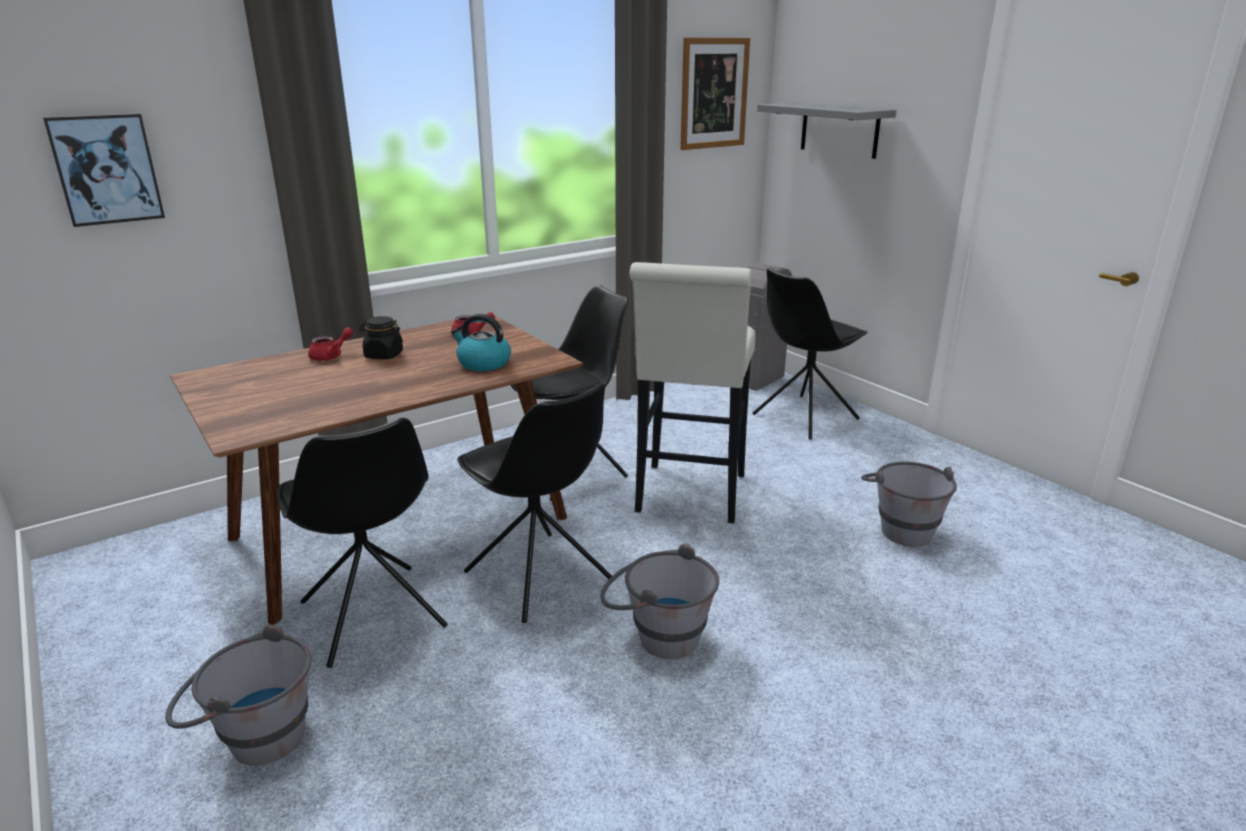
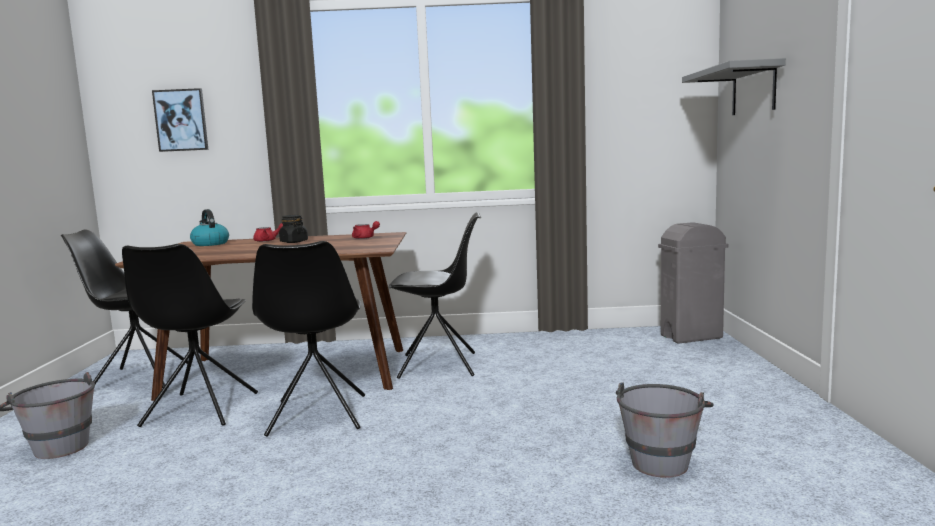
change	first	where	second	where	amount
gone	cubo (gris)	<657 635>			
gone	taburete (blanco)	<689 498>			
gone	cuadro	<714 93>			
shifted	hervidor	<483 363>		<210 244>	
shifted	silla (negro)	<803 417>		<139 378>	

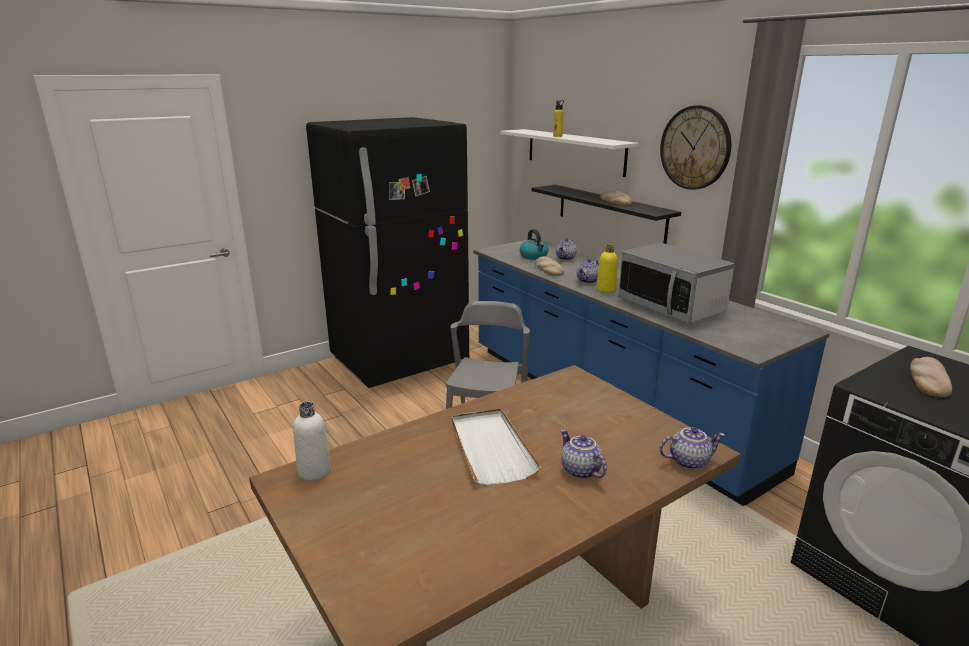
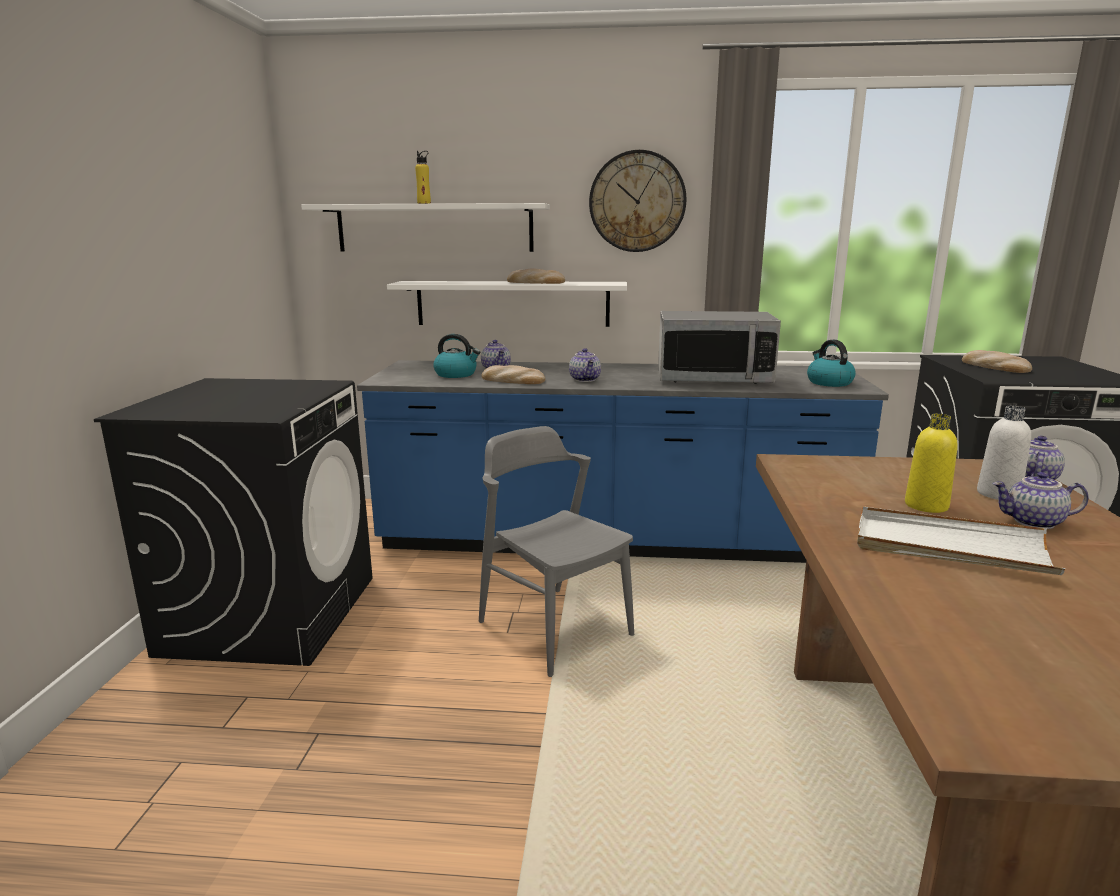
change	first	where	second	where	amount
new			hervidor	<828 382>	
shifted	botella (blanco)	<314 471>		<998 494>	
shifted	botella (amarillo)	<606 289>		<926 506>	
swapped	nevera (negro)	<400 361>	lavadora (negro)	<271 614>	
repainted	estante (negro)	<610 213>	estante (blanco)	<512 303>	

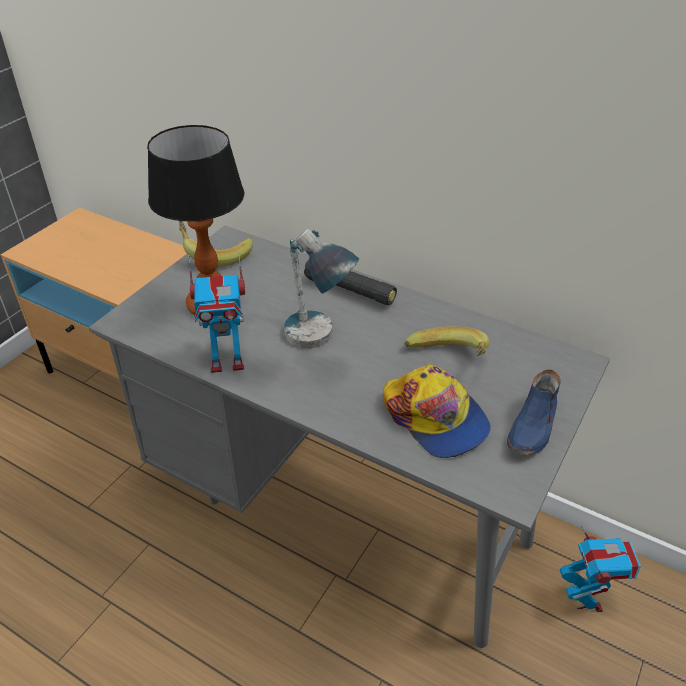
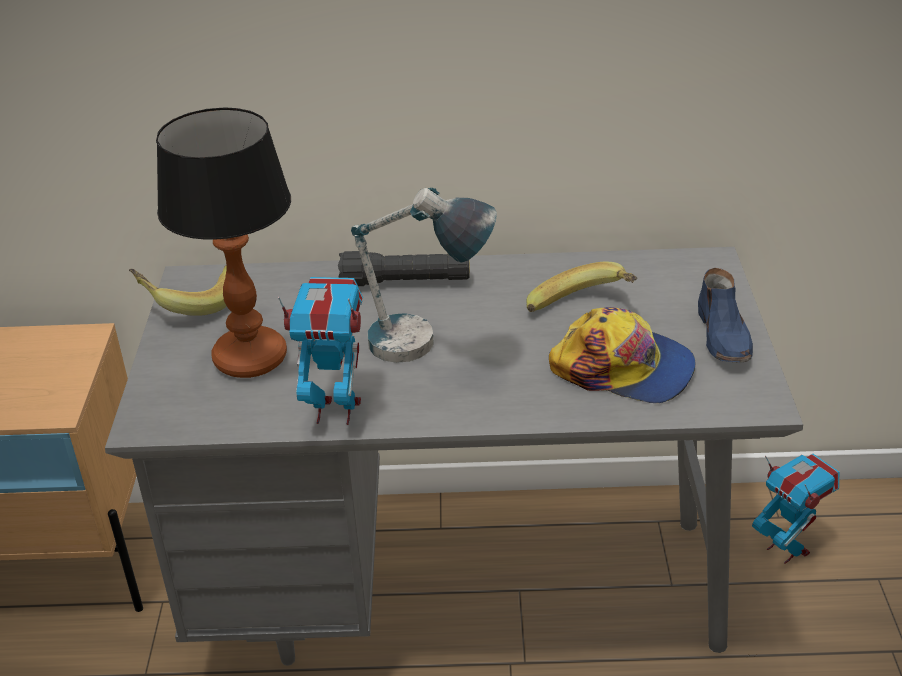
change	first	where	second	where	amount
rotated	robot de juguete	<227 361>		<335 410>	135 degrees counterclockwise

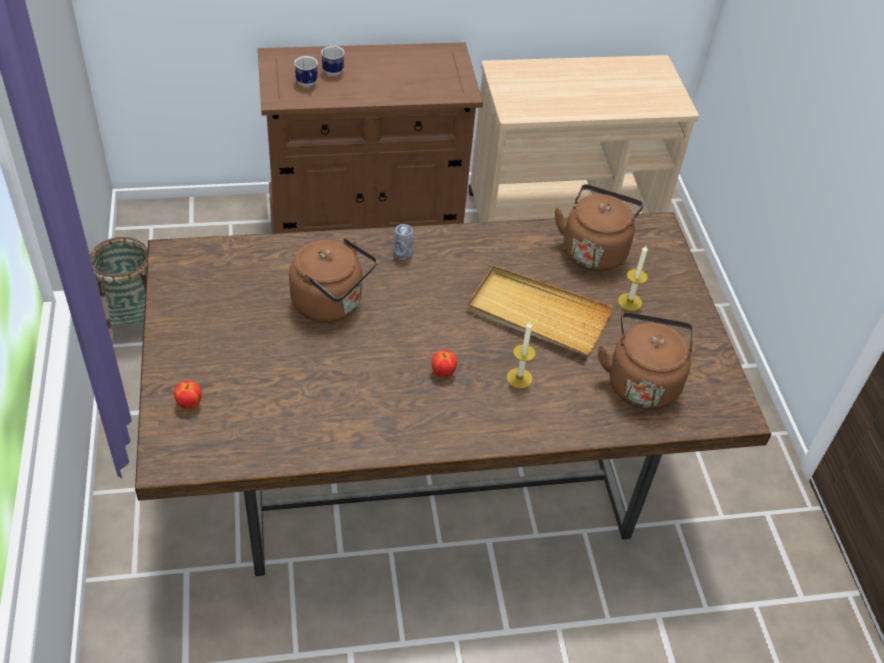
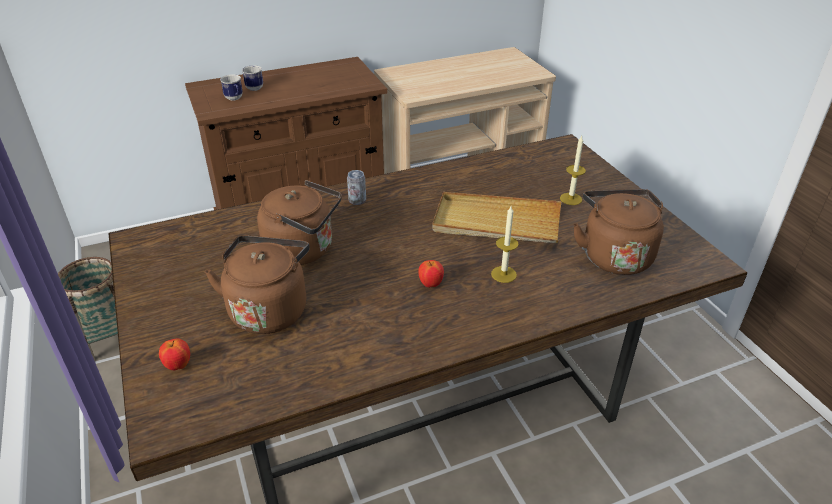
change	first	where	second	where	amount
shifted	hervidor (marrón)	<594 250>		<269 309>	

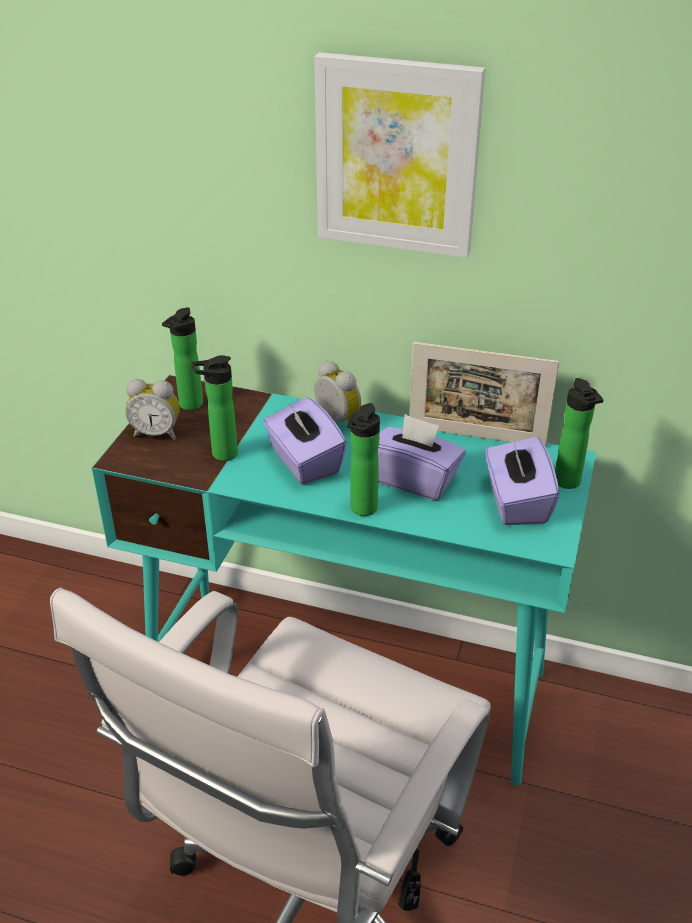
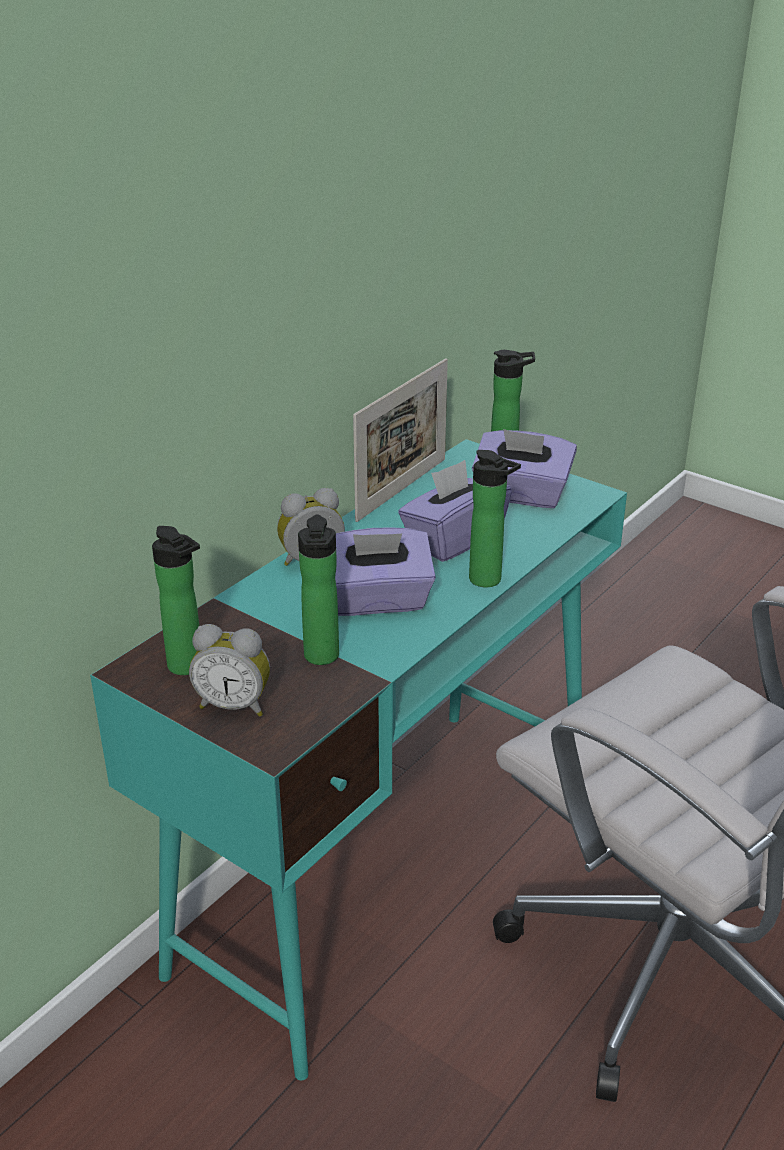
change	first	where	second	where	amount
gone	cuadro	<397 156>			
rotated	despertador	<157 433>		<234 705>	75 degrees clockwise

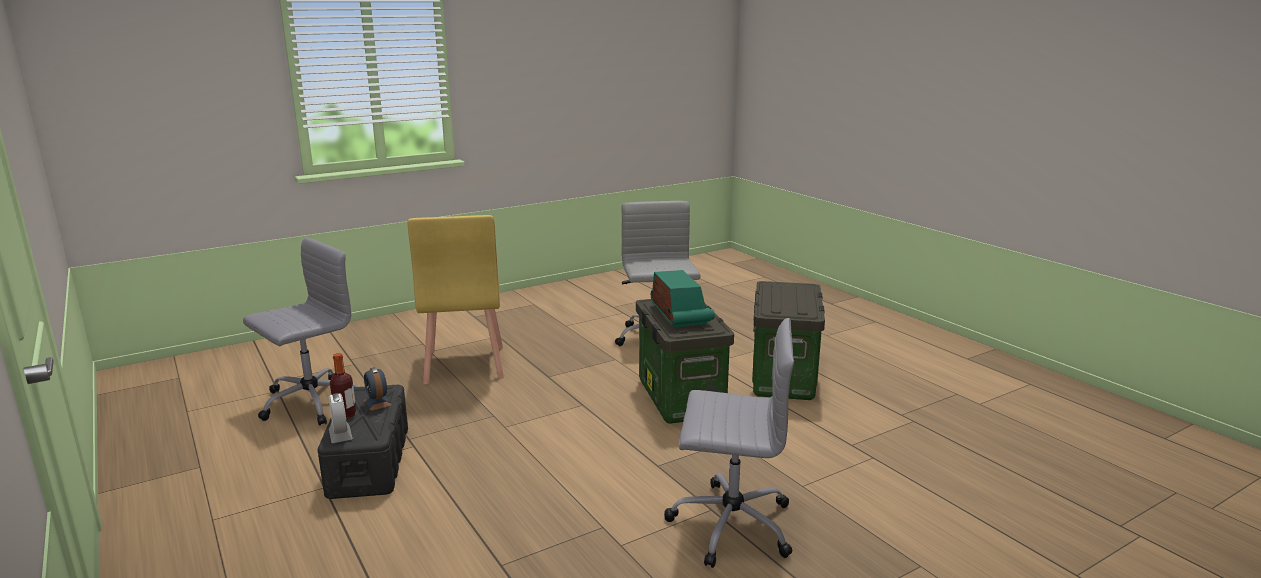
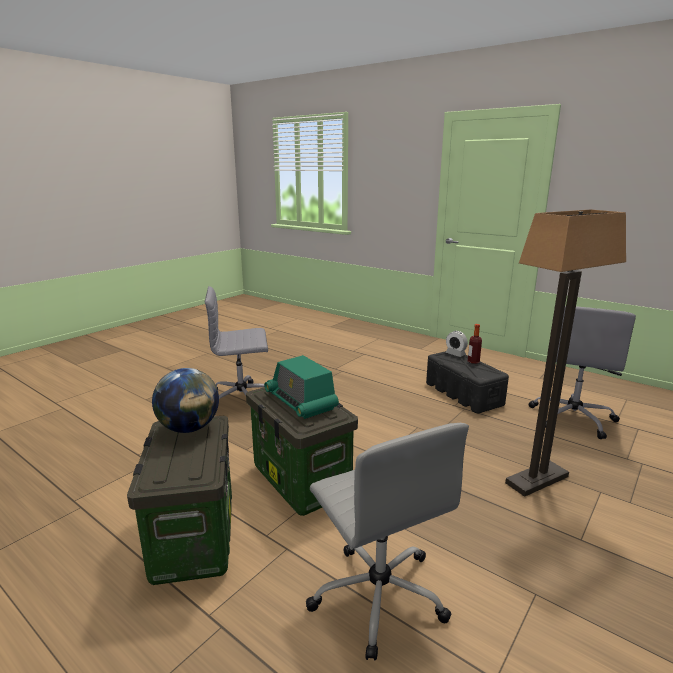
change	first	where	second	where	amount
gone	despertador	<377 403>			
new			globo terráqueo	<189 428>	
swapped	silla (amarillo)	<464 365>	lámpara de pie	<537 479>	

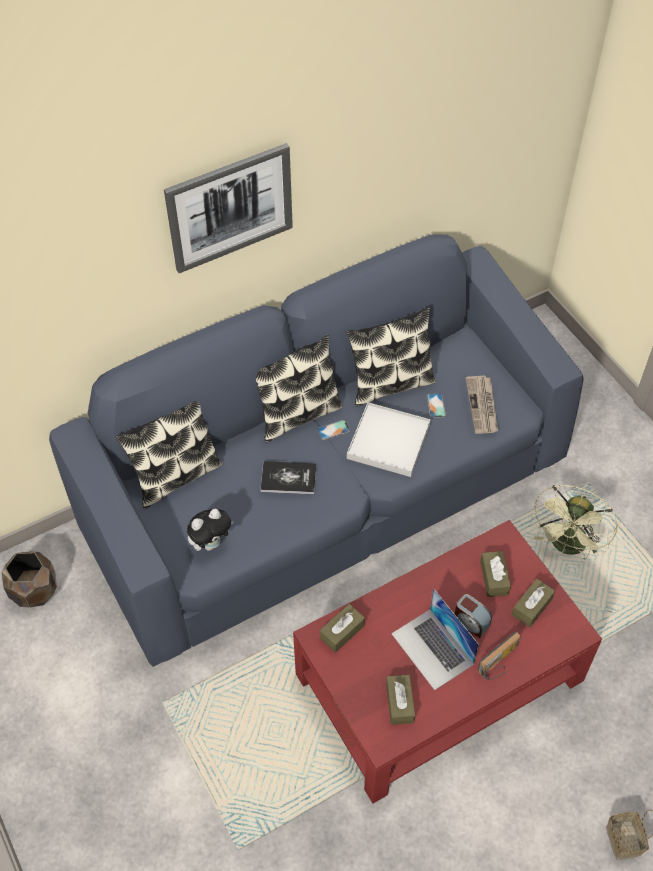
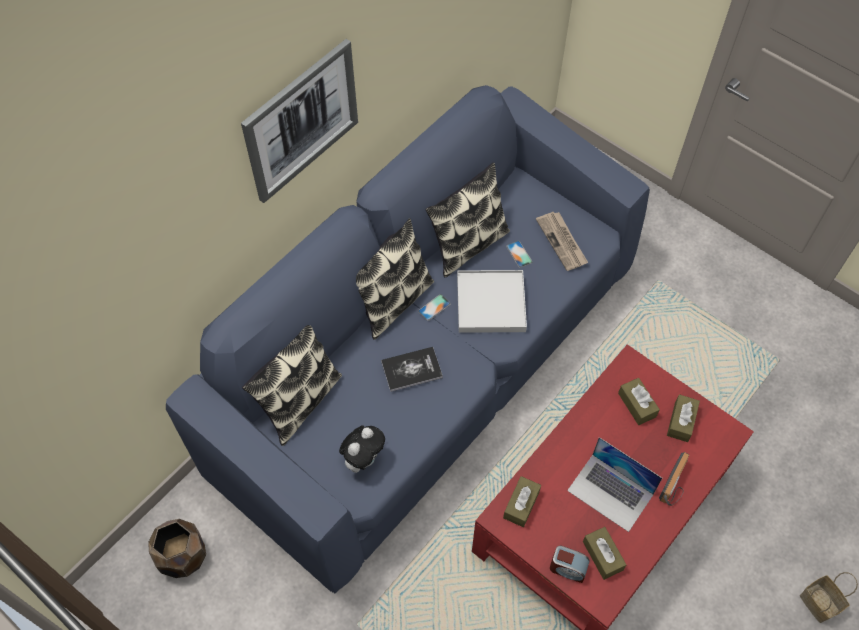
change	first	where	second	where	amount
gone	ventilador (verde)	<567 547>			
shifted	despertador	<471 622>		<567 568>	

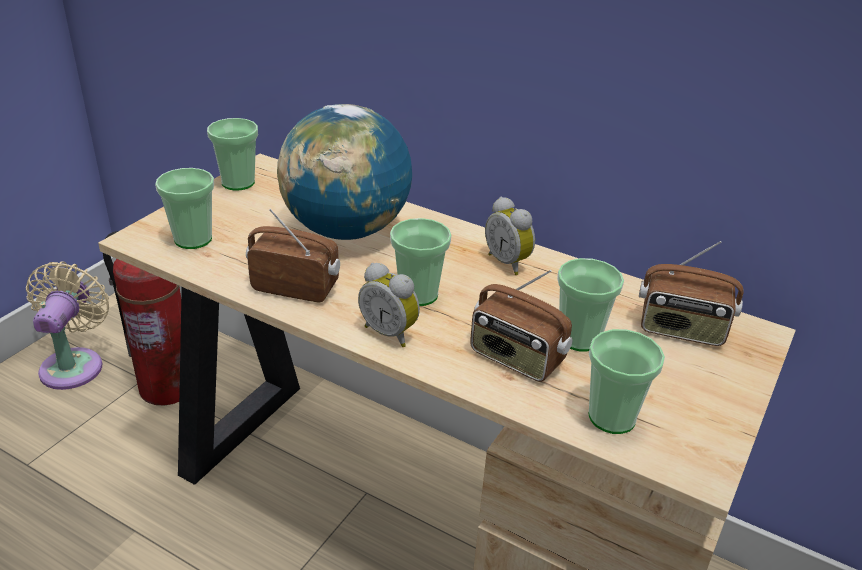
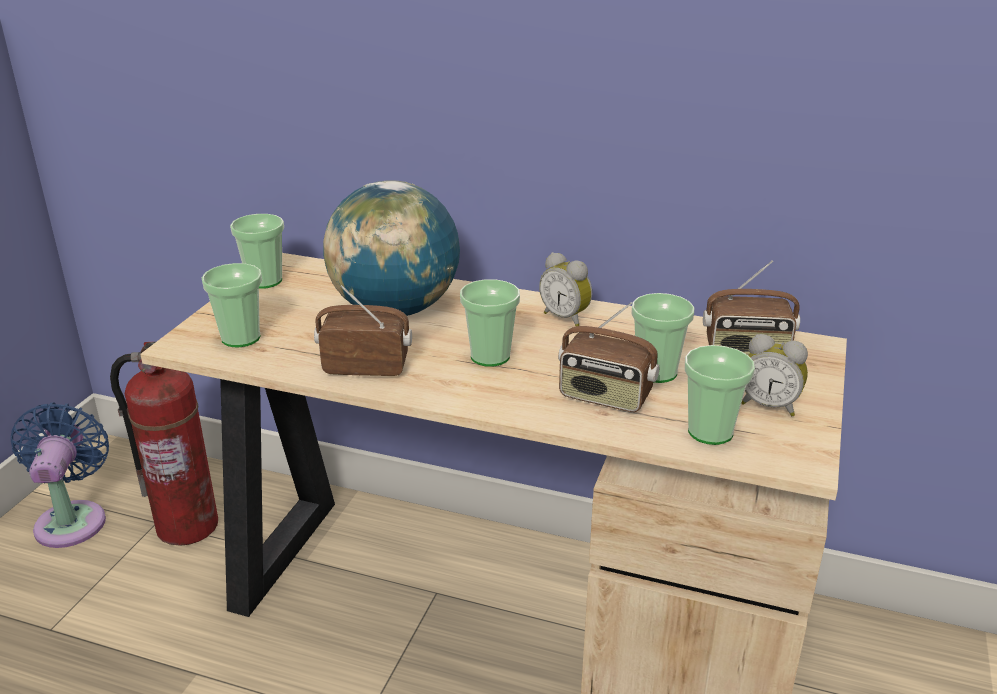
change	first	where	second	where	amount
shifted	despertador	<390 332>		<769 405>	
repainted	ventilador (beis)	<74 364>	ventilador (azul)	<72 519>	

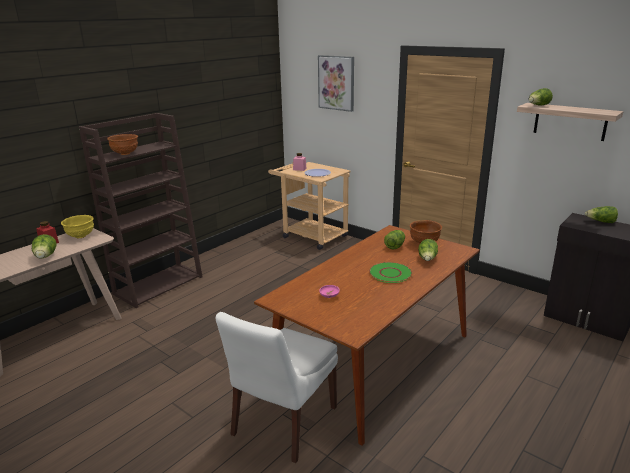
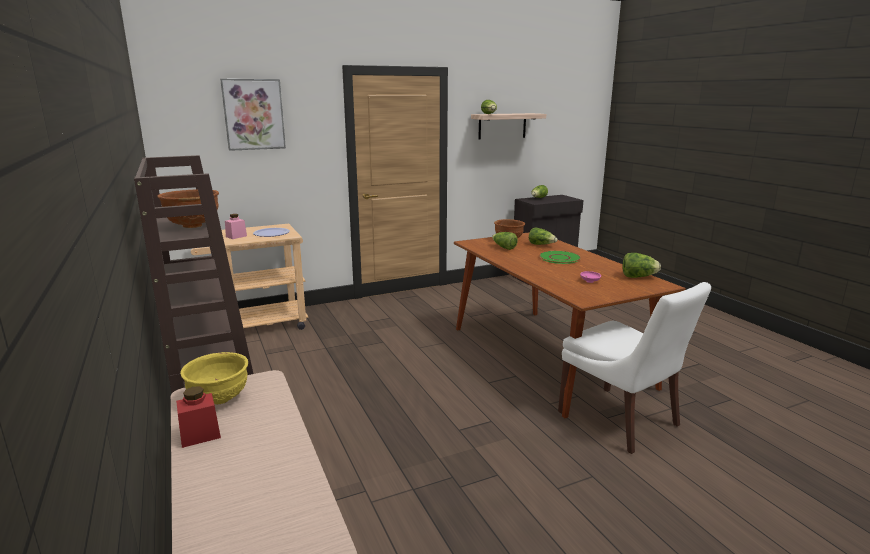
change	first	where	second	where	amount
shifted	lechuga	<45 257>		<638 277>	

